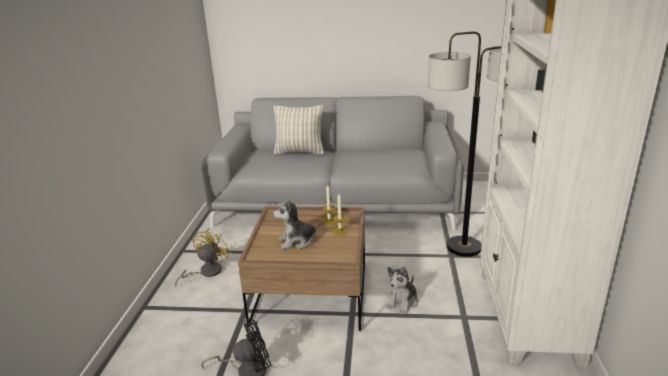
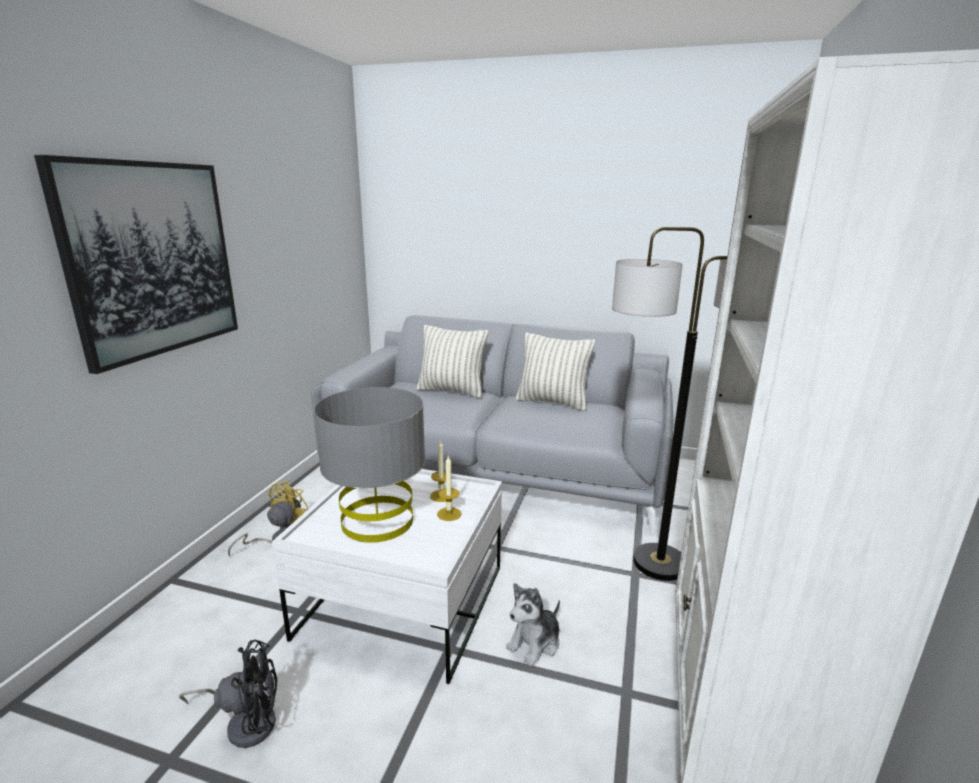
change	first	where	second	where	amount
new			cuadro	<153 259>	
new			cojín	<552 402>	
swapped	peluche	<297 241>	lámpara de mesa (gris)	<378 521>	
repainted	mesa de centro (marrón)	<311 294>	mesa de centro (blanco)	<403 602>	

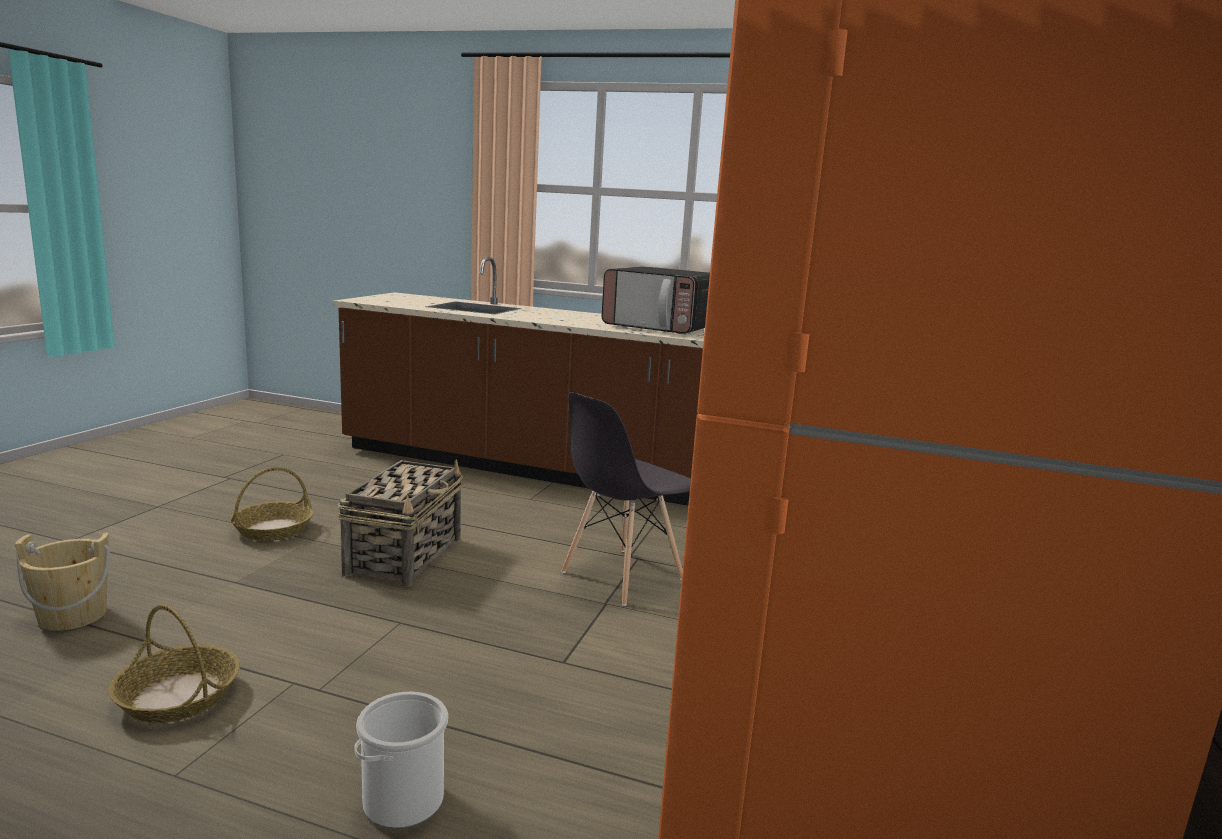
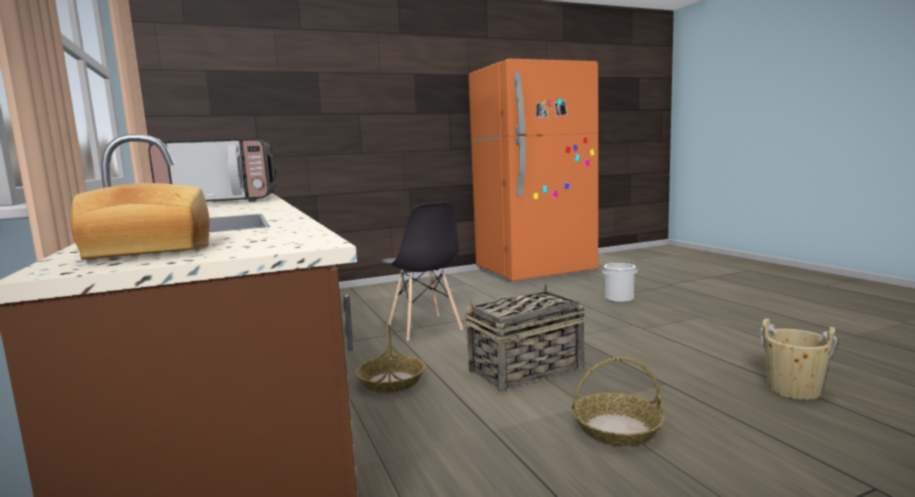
change	first	where	second	where	amount
new			pan	<149 250>	
shifted	cesta	<179 696>		<391 381>	
rotated	silla (gris)	<621 576>		<424 327>	60 degrees clockwise
rotated	microondas	<660 328>		<223 201>	90 degrees clockwise

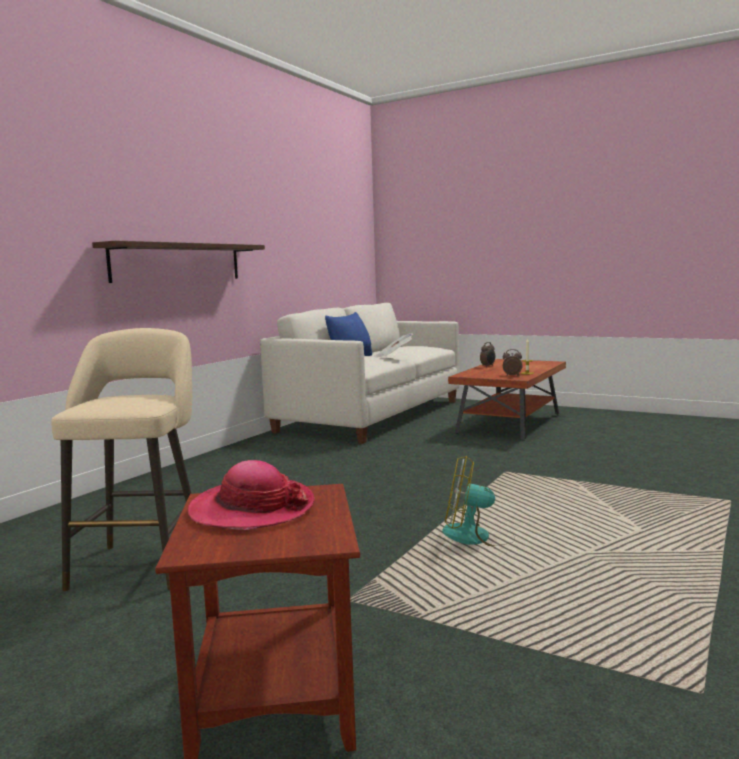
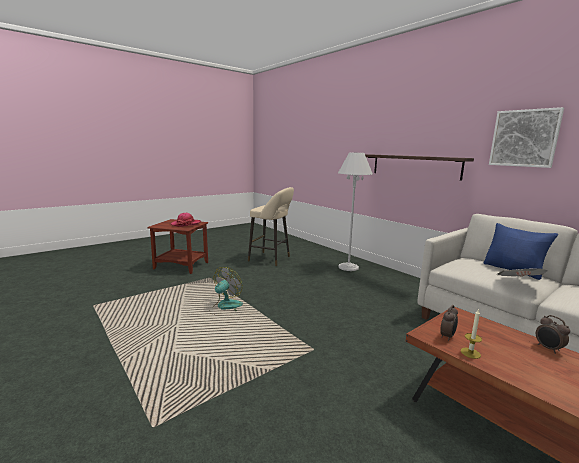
change	first	where	second	where	amount
new			lámpara de pie (blanco)	<348 267>	
new			cuadro	<524 138>	

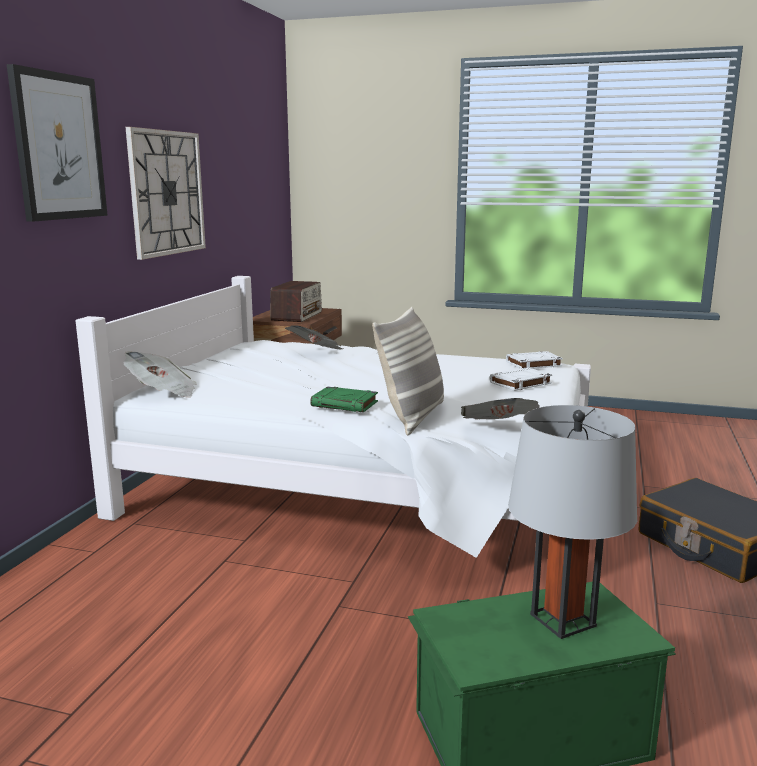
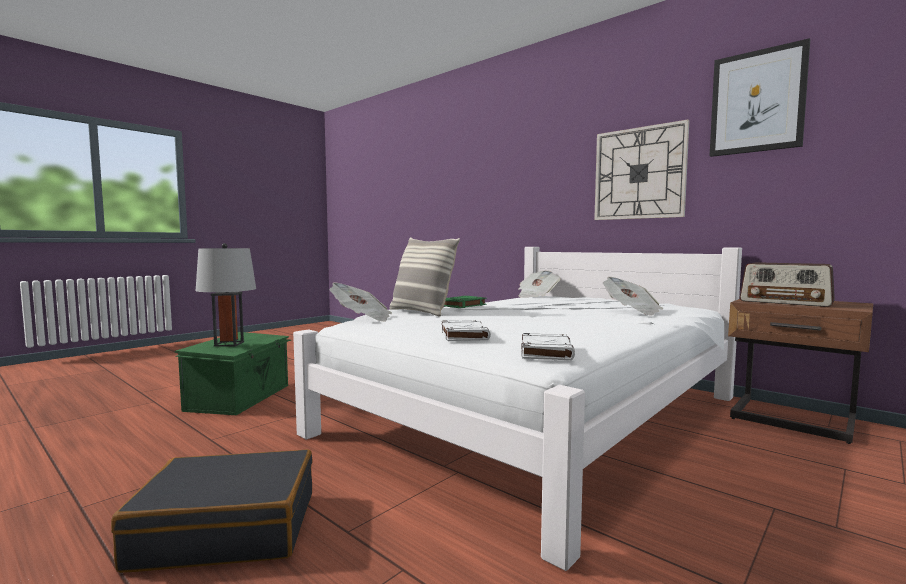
change	first	where	second	where	amount
shifted	cuadro	<58 147>		<757 102>	

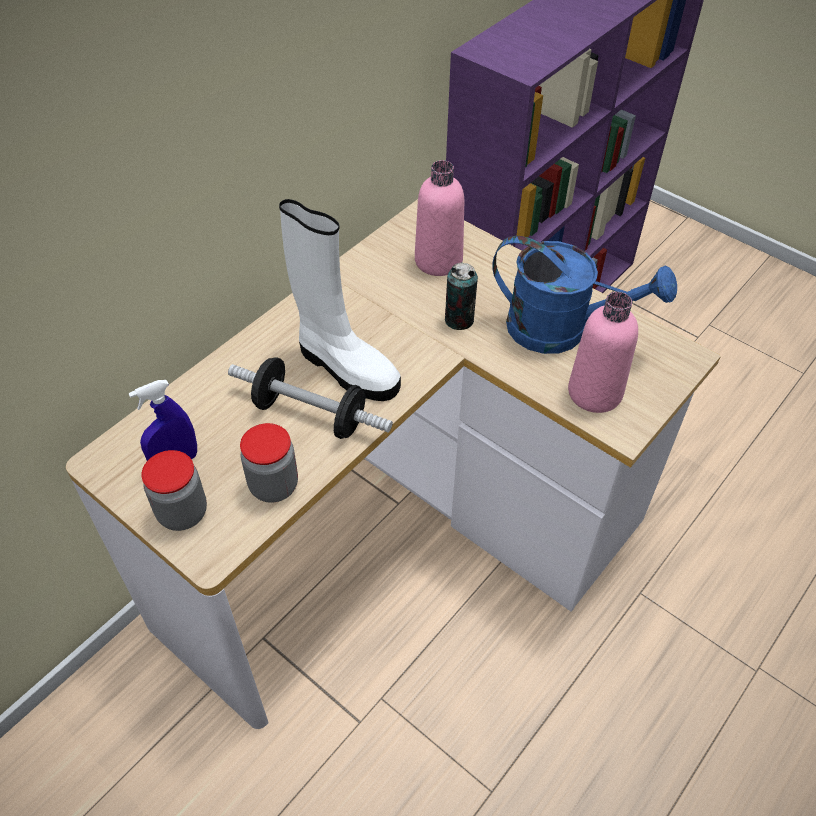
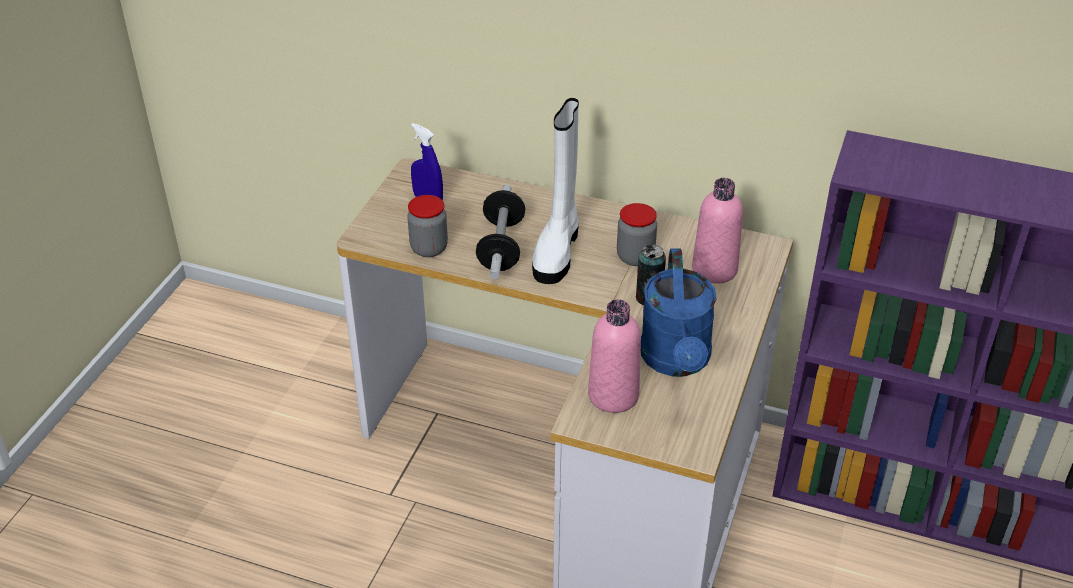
change	first	where	second	where	amount
shifted	tarro	<182 513>		<635 257>	

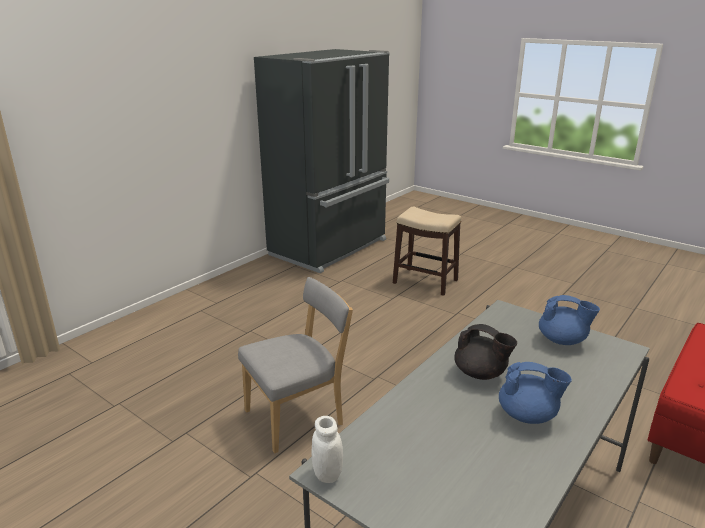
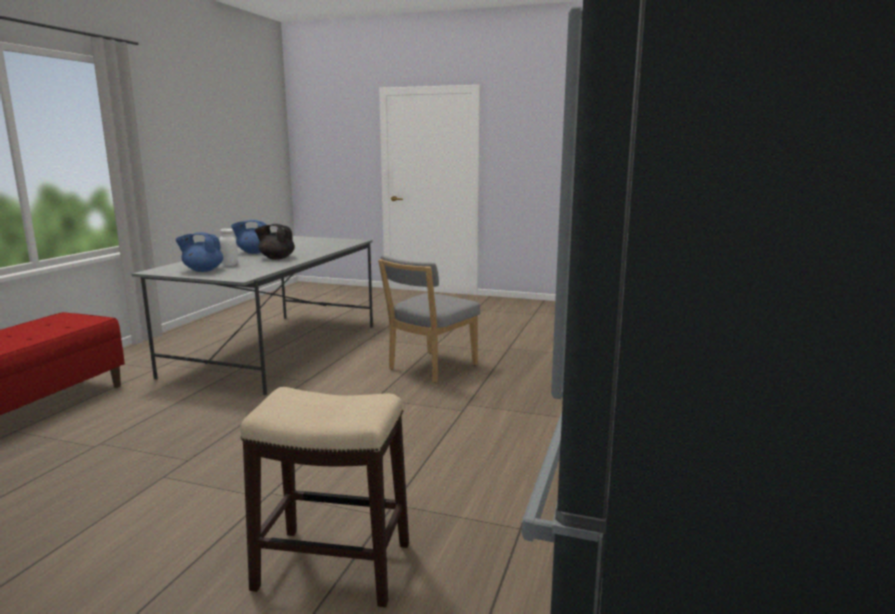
change	first	where	second	where	amount
shifted	tarro (blanco)	<327 474>		<229 265>	

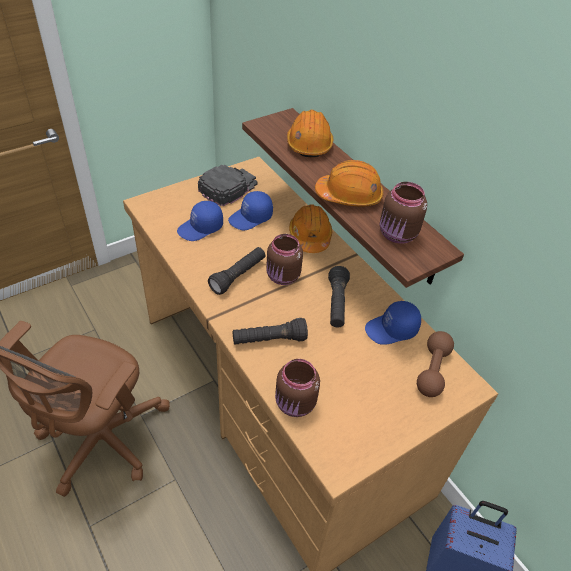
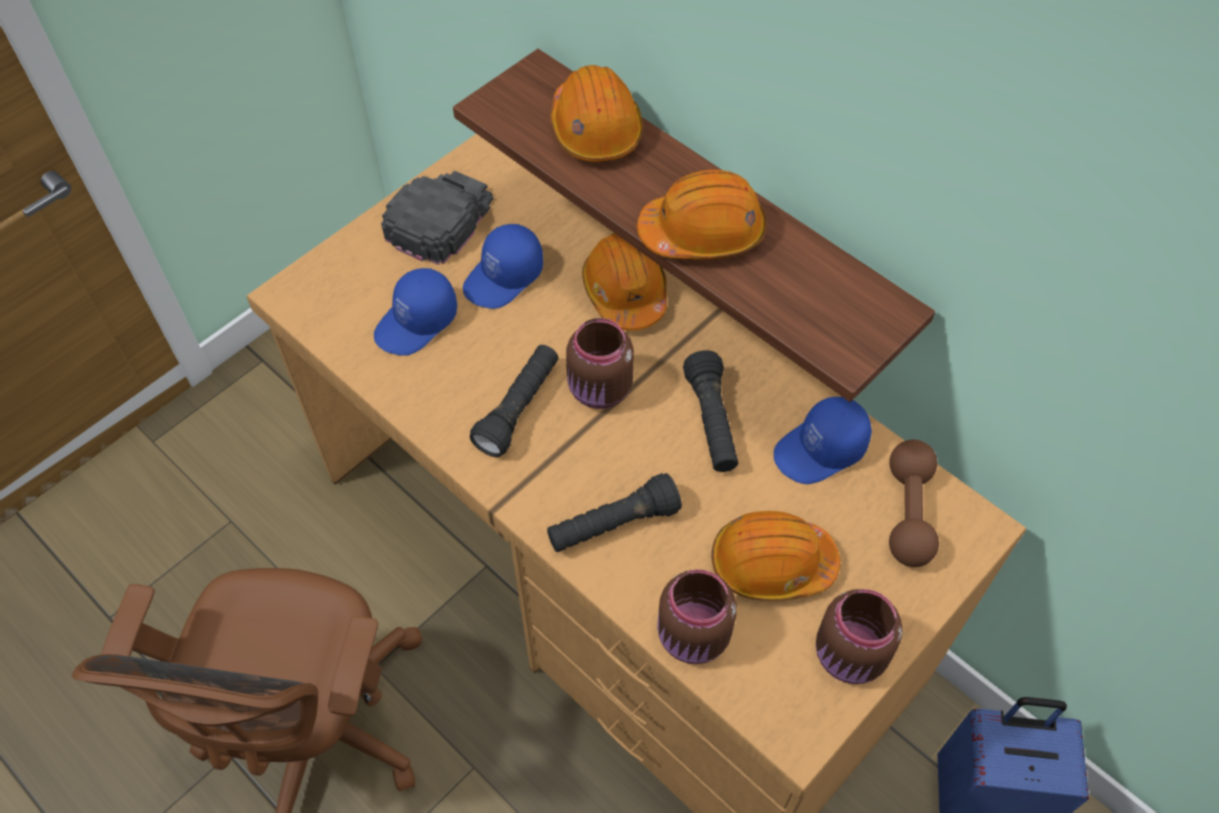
change	first	where	second	where	amount
new			casco (naranja)	<771 564>	
shifted	tarro (marrón)	<397 235>		<850 657>	

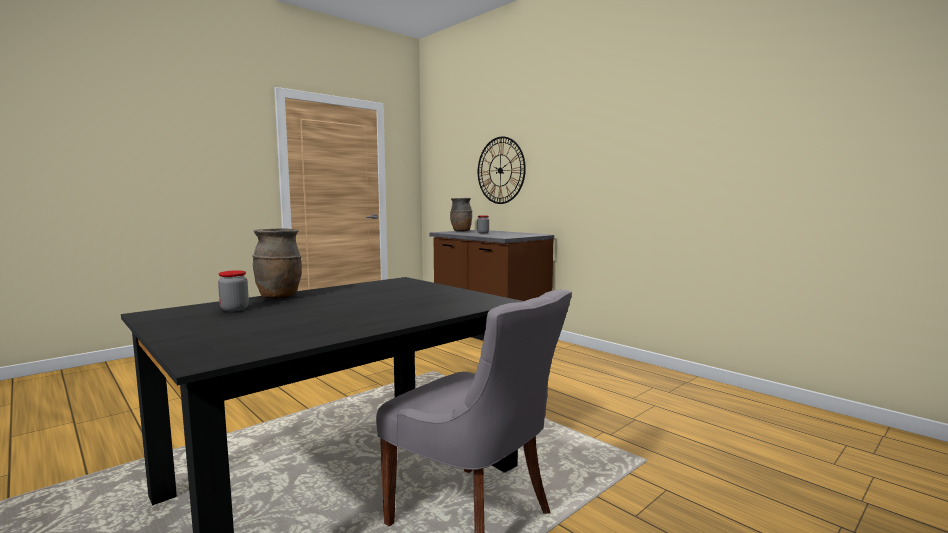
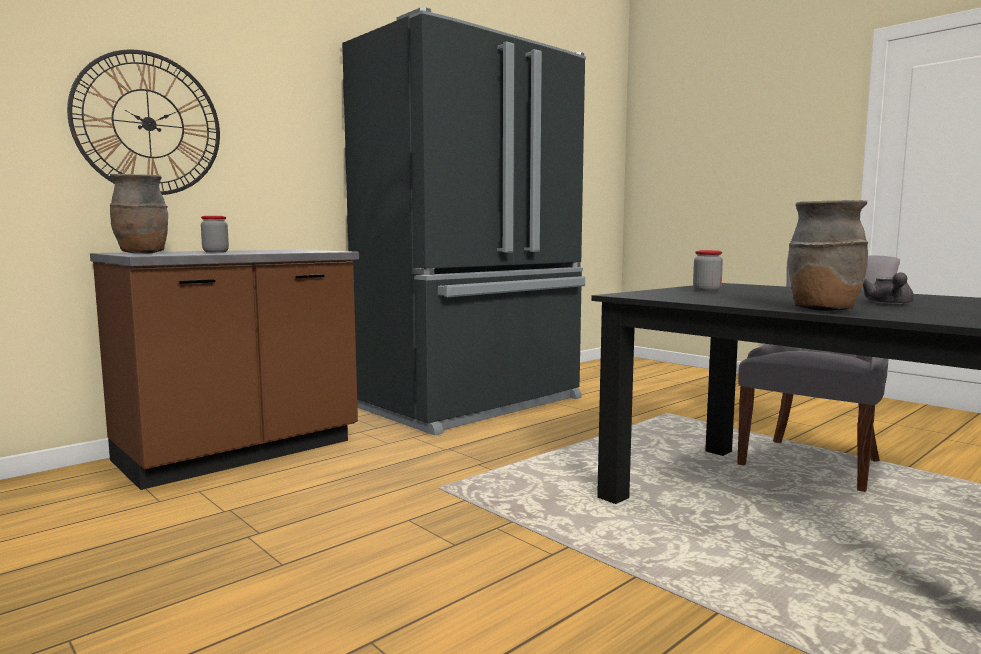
change	first	where	second	where	amount
new			nevera (negro)	<474 404>	
new			tetera (gris)	<889 303>	
shifted	tarro	<234 309>		<706 290>	

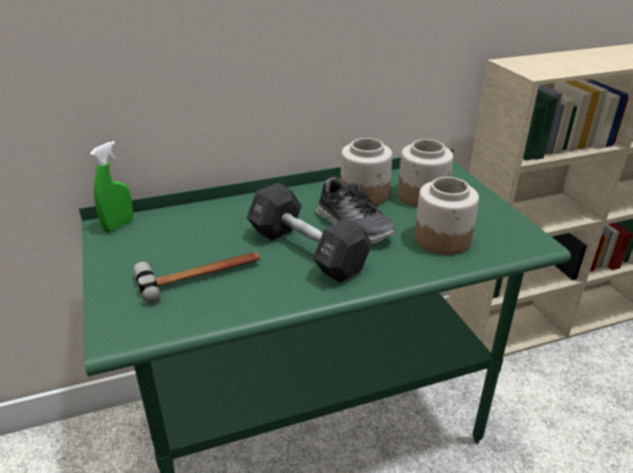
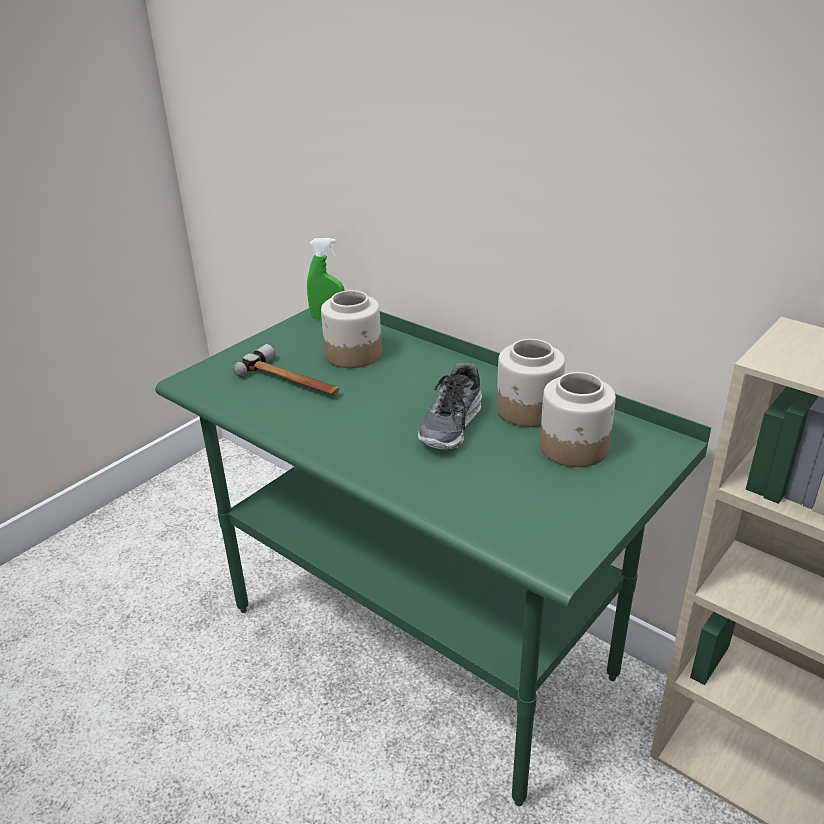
change	first	where	second	where	amount
gone	mancuerna (negro)	<307 250>			
shifted	tarro	<443 239>		<354 354>	

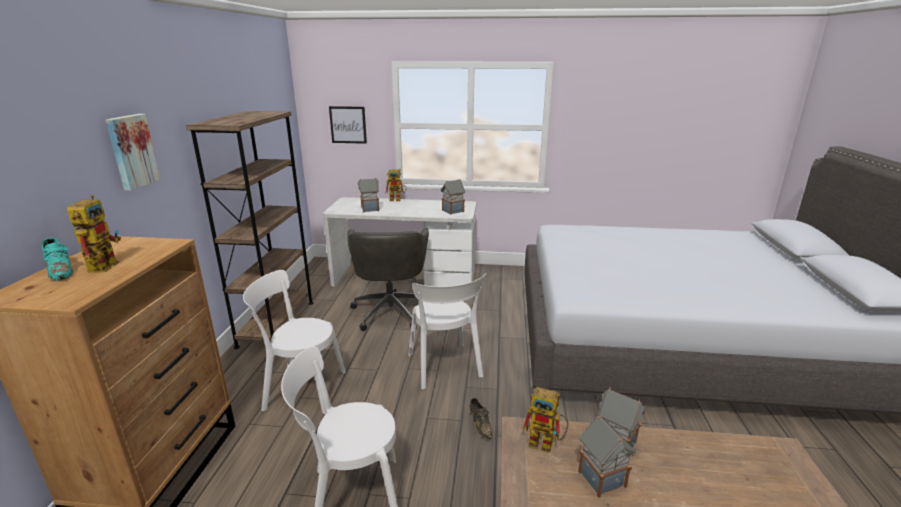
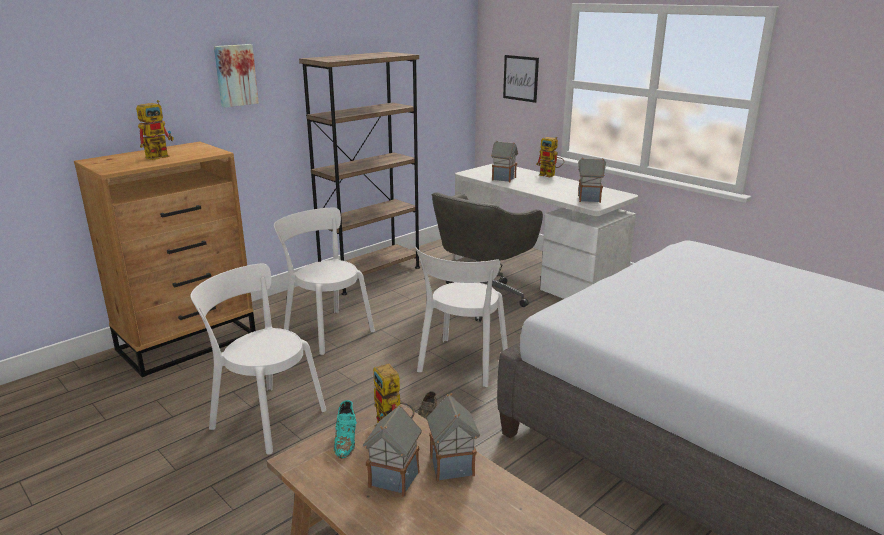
change	first	where	second	where	amount
shifted	zapato (turquesa)	<61 271>		<346 440>	

